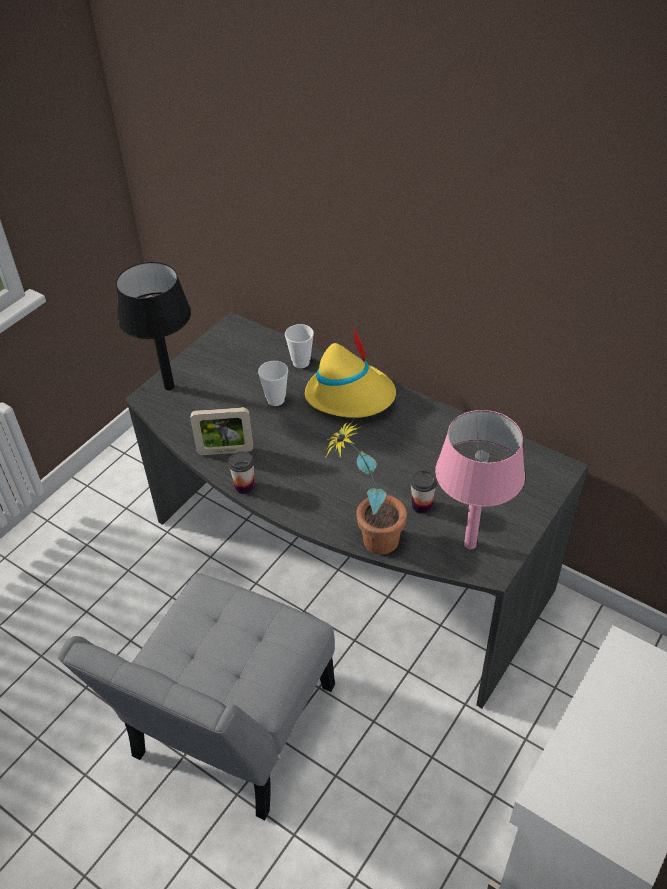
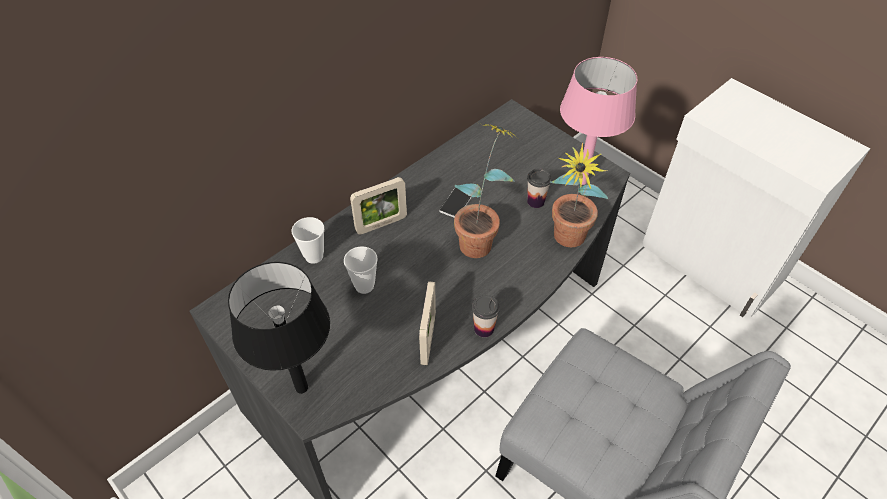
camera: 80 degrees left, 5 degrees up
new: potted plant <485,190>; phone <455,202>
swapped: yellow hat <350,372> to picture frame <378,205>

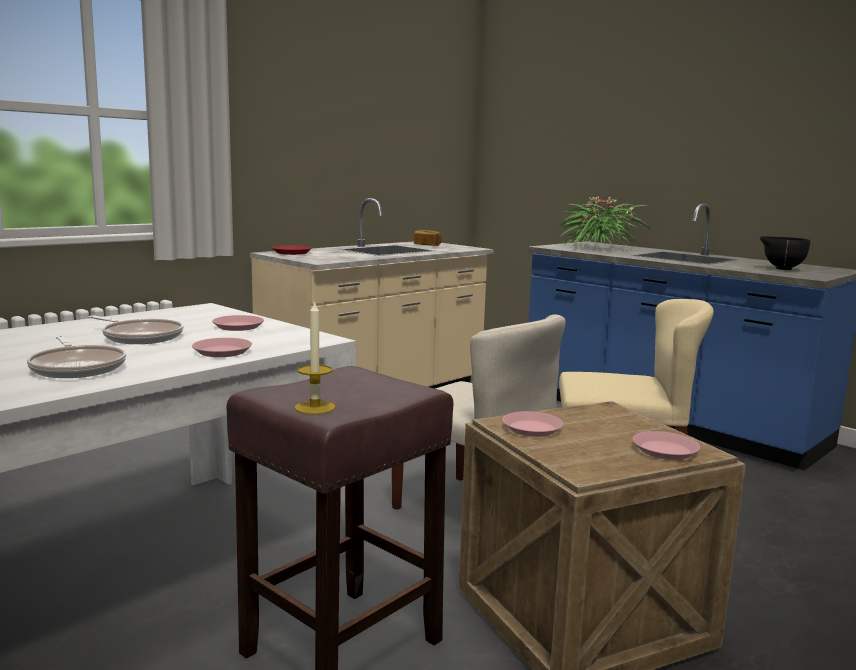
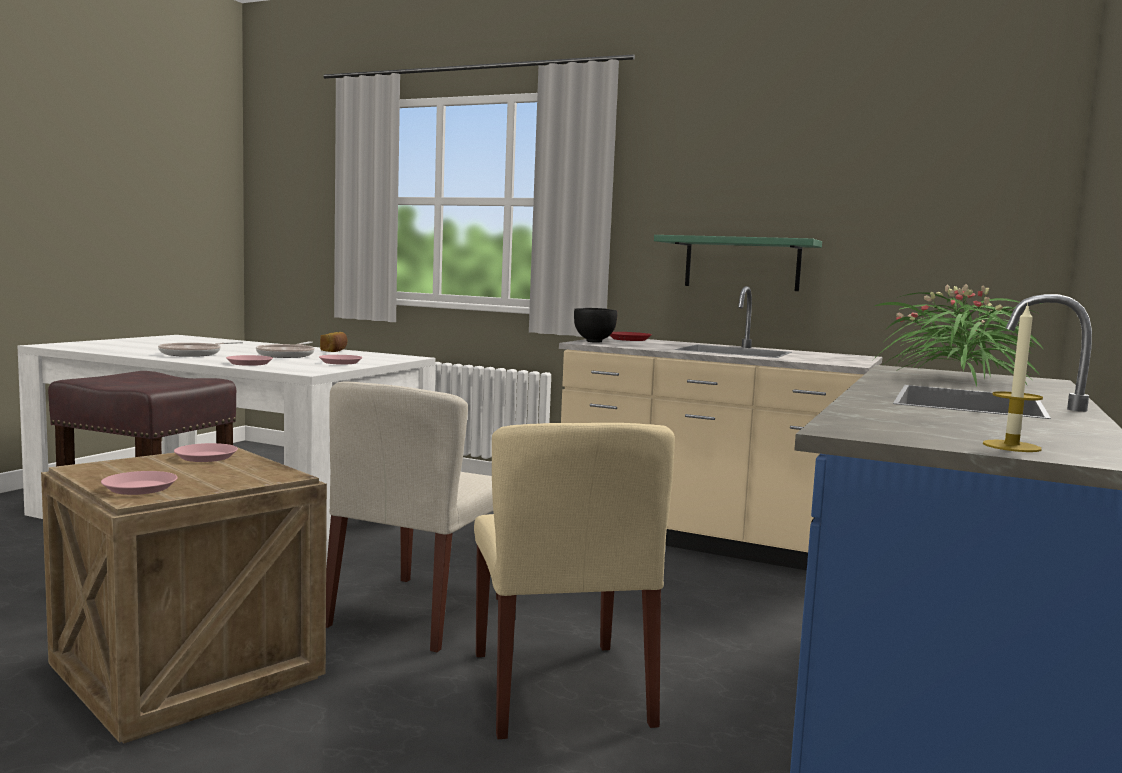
camera: 70 degrees right, 5 degrees down
new: green shelf <738,263>
shifted: bread <428,238> to <333,342>; black bowl <785,253> to <595,325>; candle <315,357> to <1013,377>

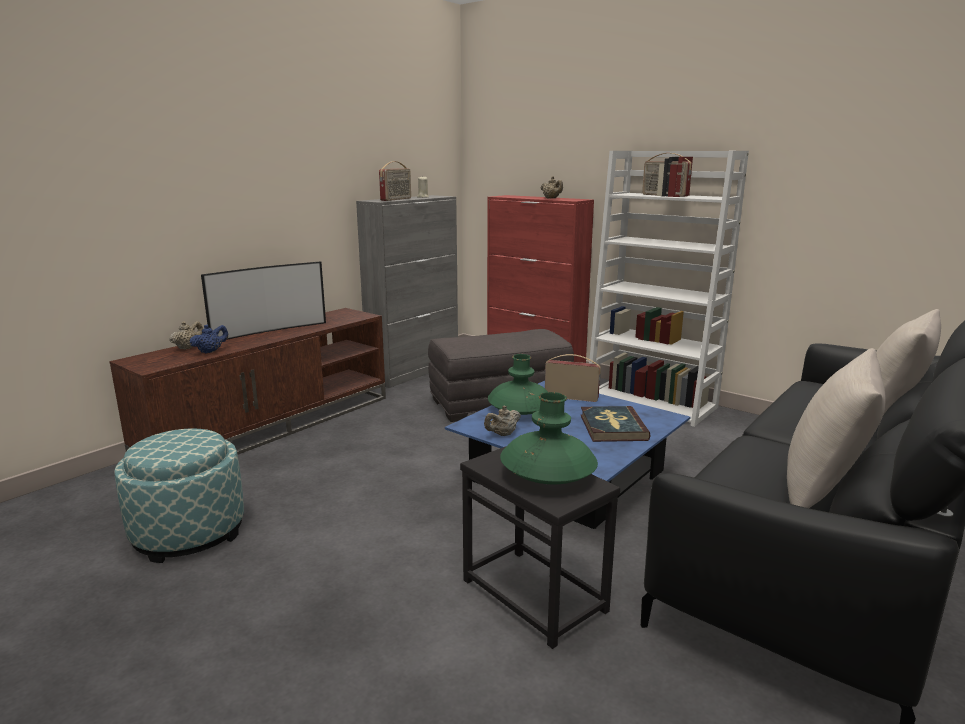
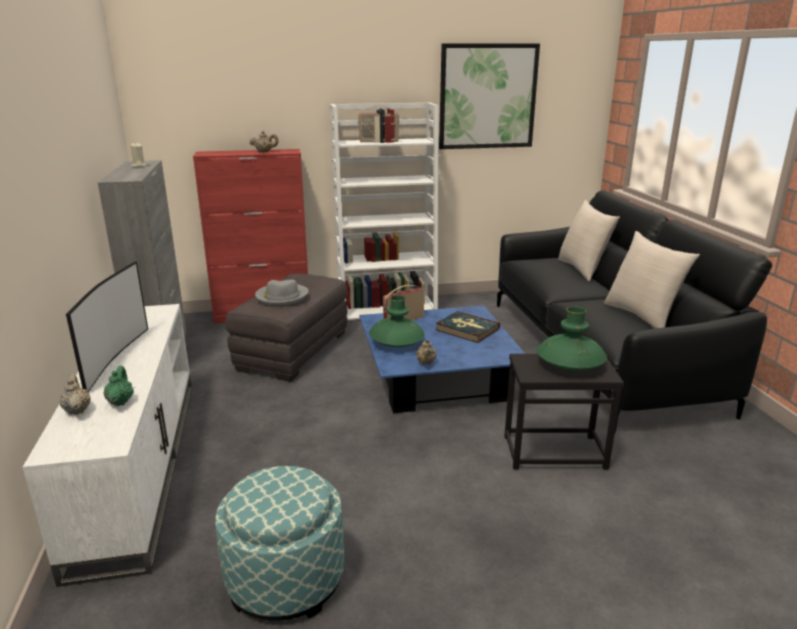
camera: 50 degrees left, 5 degrees up
gone: radio <395,181>
new: picture <489,96>; grey hat <282,293>
repainted: brown tv stand <247,381> to white tv stand <107,445>; blue teapot <209,339> to green teapot <118,386>

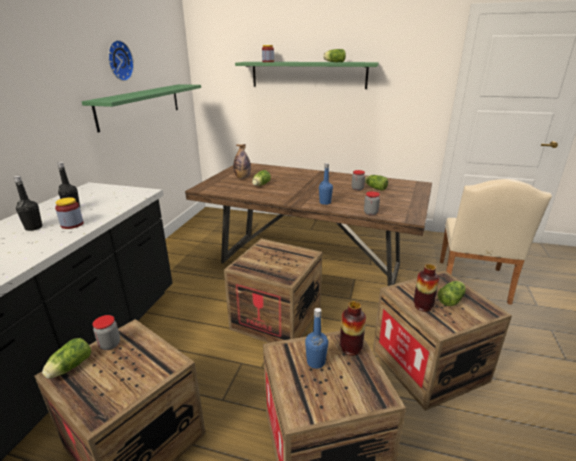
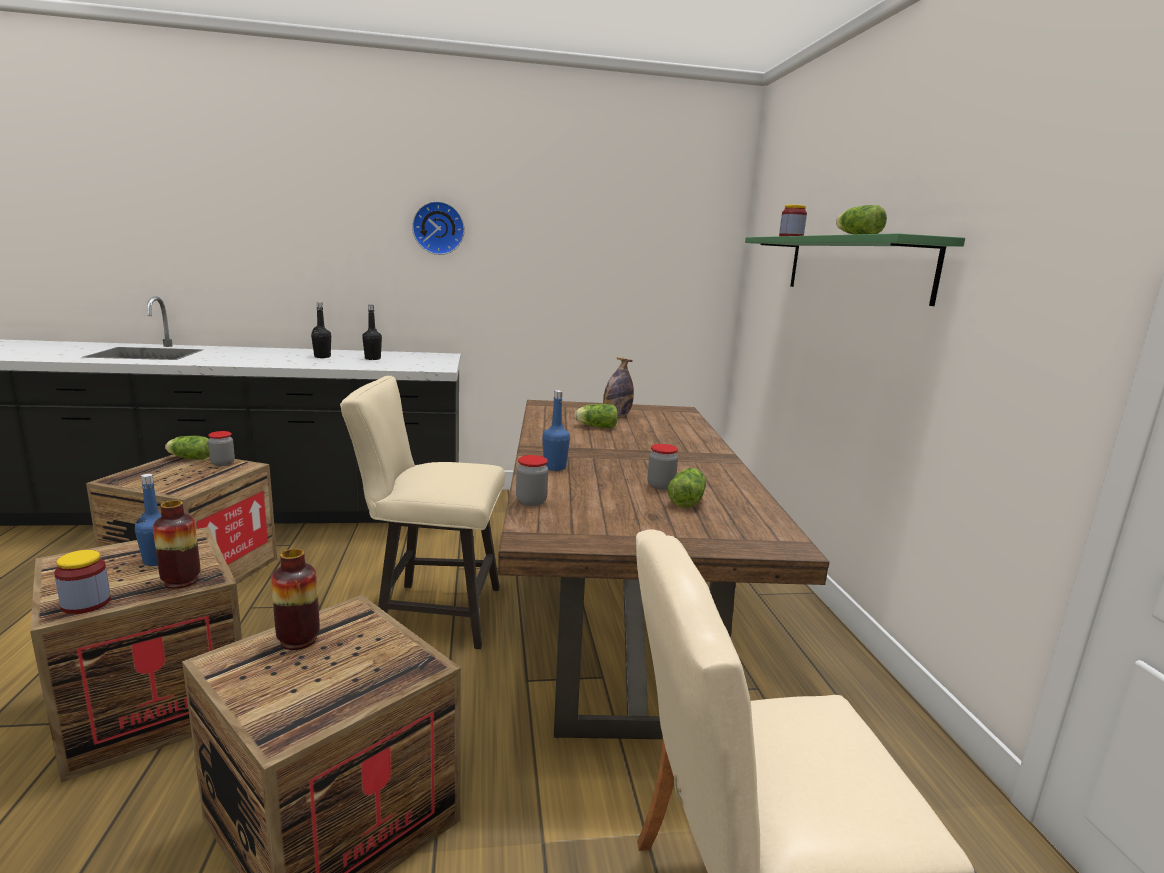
camera: 65 degrees right, 10 degrees down
gone: green shelf <141,108>; lettuce <452,293>
shifted: wall clock <121,60> to <438,228>; jar <69,213> to <82,582>
swapped: crate <273,290> to beige chair <422,512>

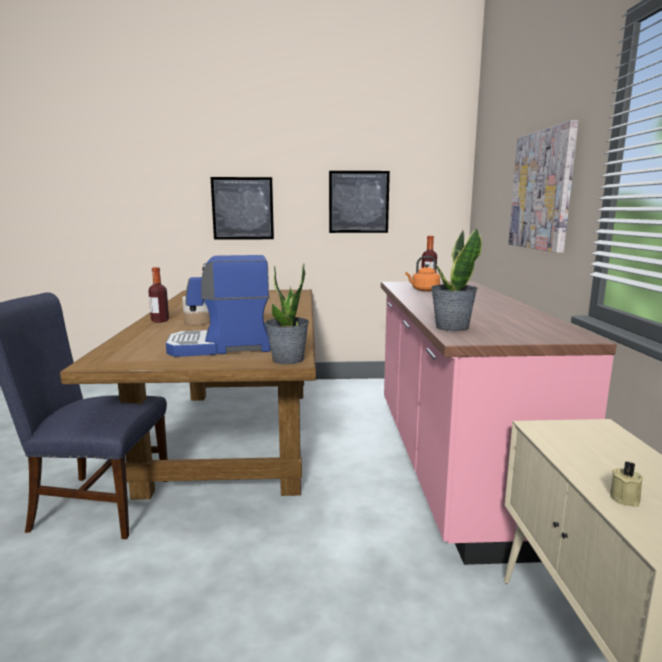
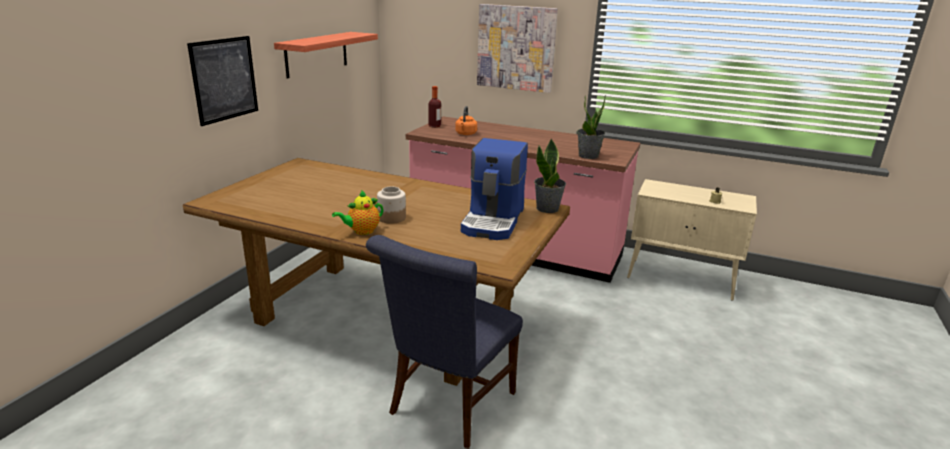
camera: 65 degrees left, 10 degrees up
swapped: picture <359,202> to shelf <326,55>; bottle <158,294> to teapot <357,212>

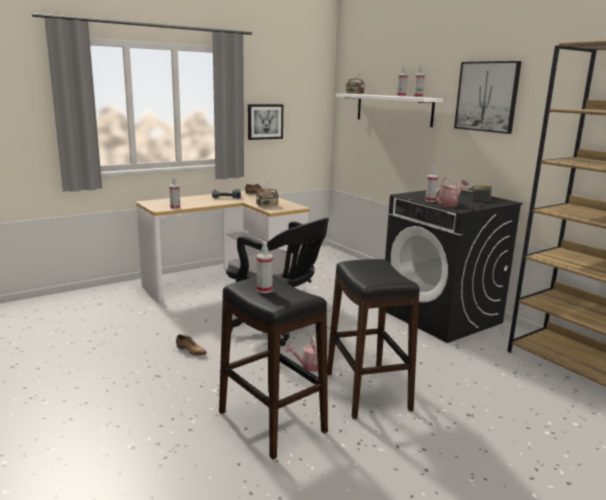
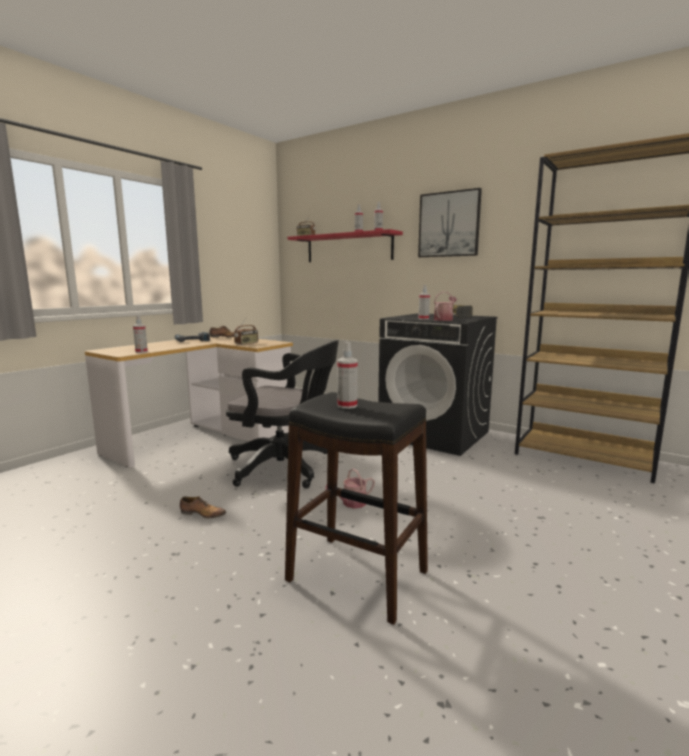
camera: 20 degrees left, 5 degrees down
gone: picture <265,122>; black stool <373,339>
repainted: white shelf <389,110> to red shelf <345,245>

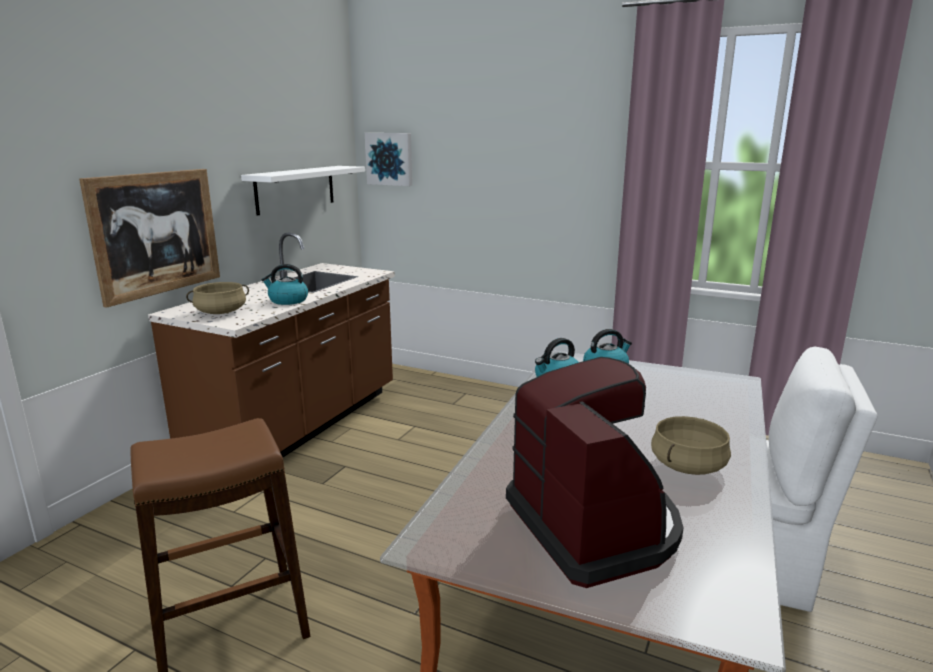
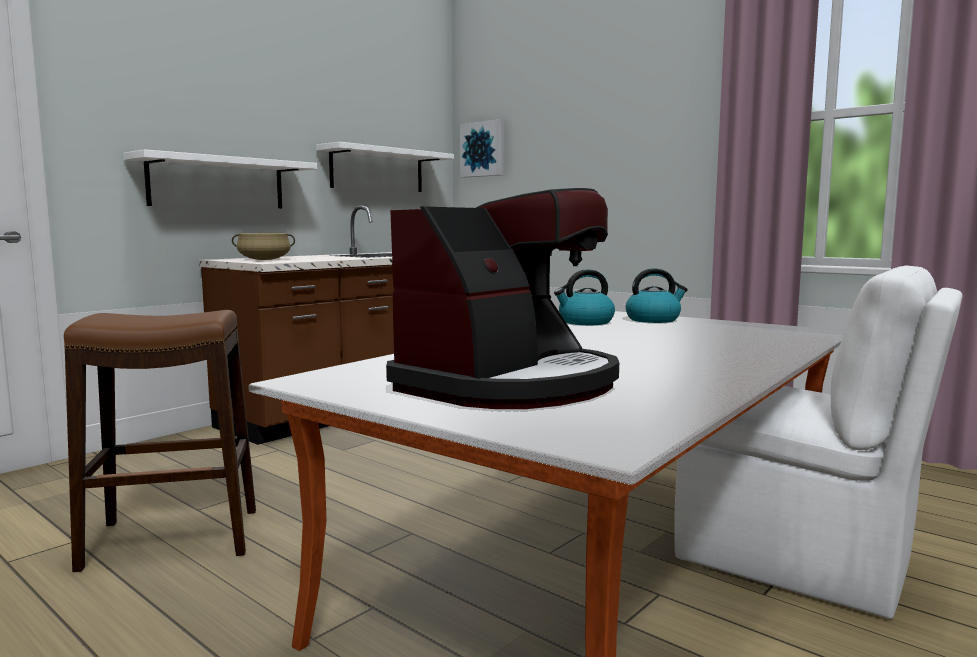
camera: 15 degrees right, 10 degrees down
gone: kettle <284,284>; beige cooking pot <691,445>
swapped: picture <149,238> to white shelf <220,178>
rotated: coffee machine <595,472> = <502,298> 45 degrees clockwise

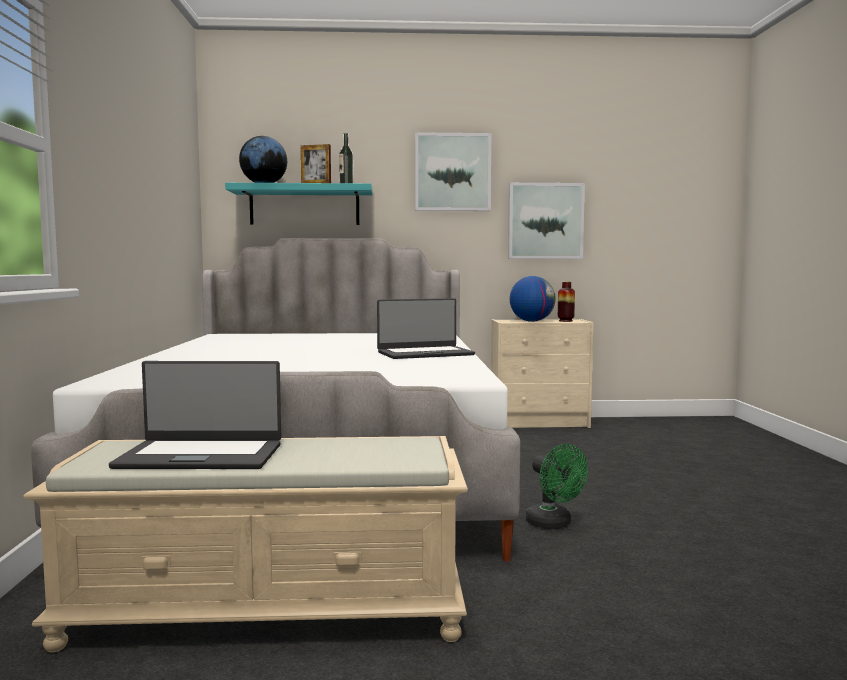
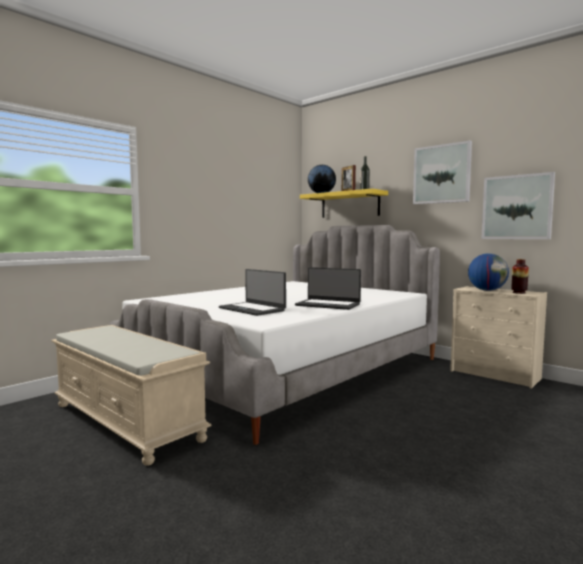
camera: 45 degrees right, 0 degrees up
gone: green fan <557,486>
shifted: laptop <195,415> to <252,292>
repainted: turquoise shelf <299,204> to yellow shelf <344,203>

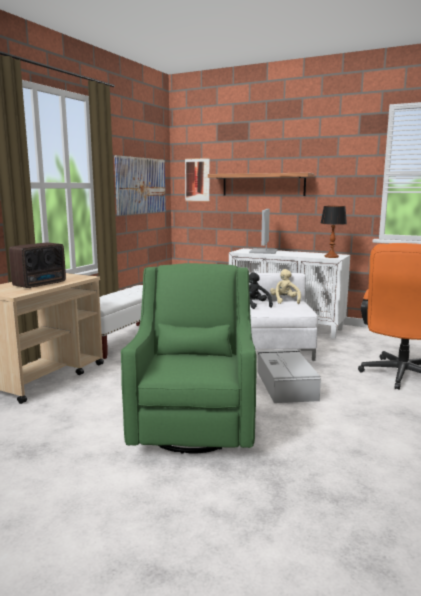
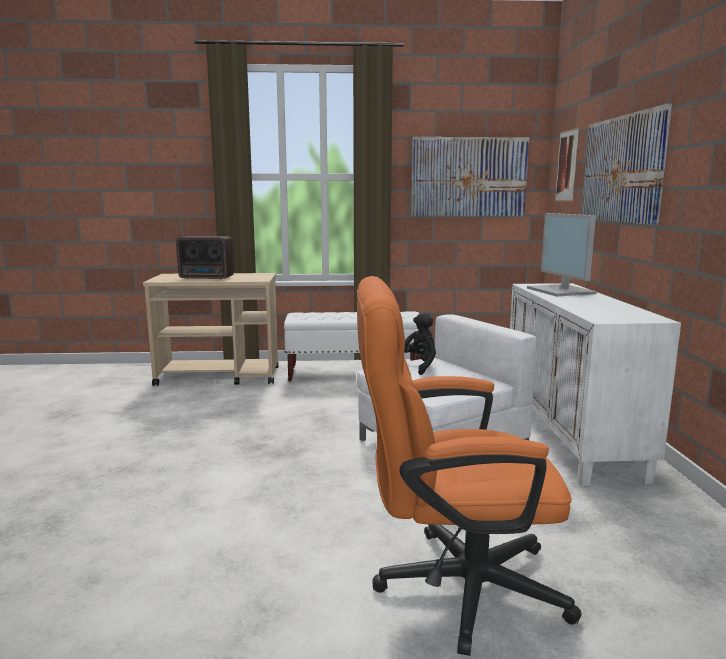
camera: 60 degrees right, 0 degrees up
gone: table lamp <333,232>; green armchair <189,358>; beige plush toy <285,286>; grey storage box <289,376>
swapped: shelf <261,184> to picture <626,164>
rotated: monitor <263,231> = <562,255> 90 degrees counterclockwise

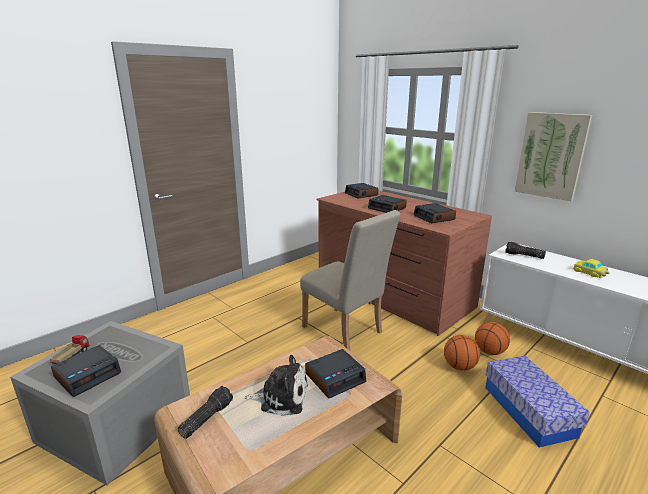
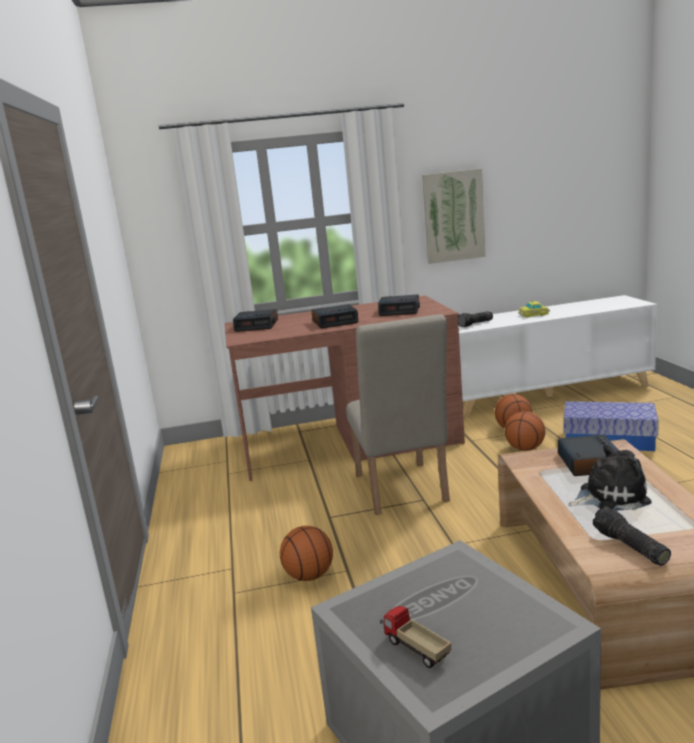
camera: 55 degrees left, 5 degrees down
gone: alarm clock <86,371>
new: basketball <306,553>
rotated: beige chair <350,280> = <398,414> 90 degrees clockwise; plush toy <276,385> = <610,477> 45 degrees clockwise

